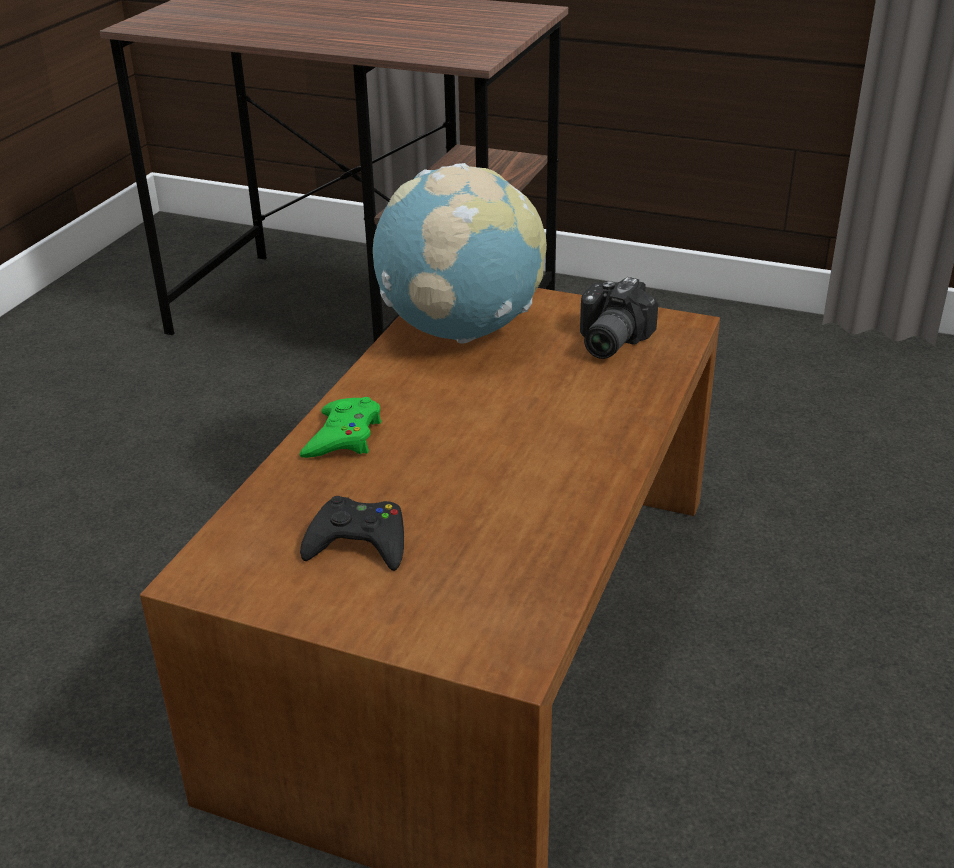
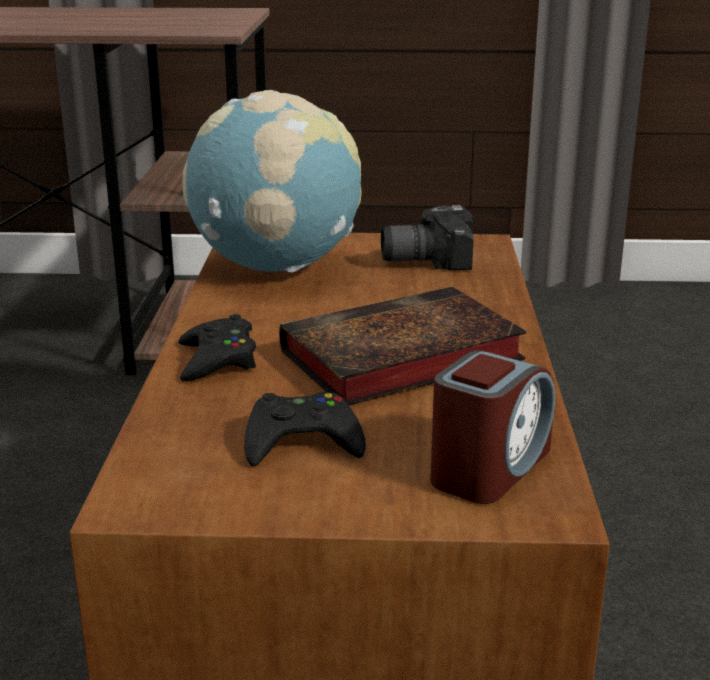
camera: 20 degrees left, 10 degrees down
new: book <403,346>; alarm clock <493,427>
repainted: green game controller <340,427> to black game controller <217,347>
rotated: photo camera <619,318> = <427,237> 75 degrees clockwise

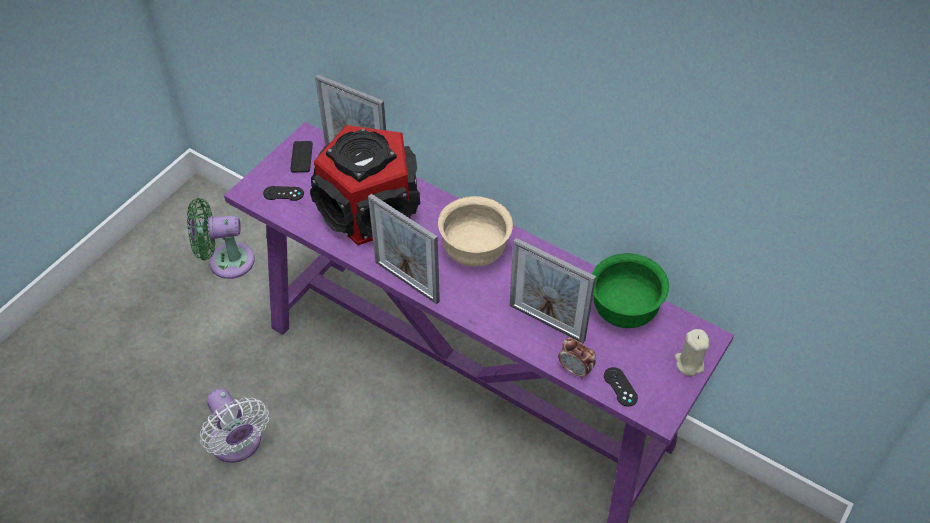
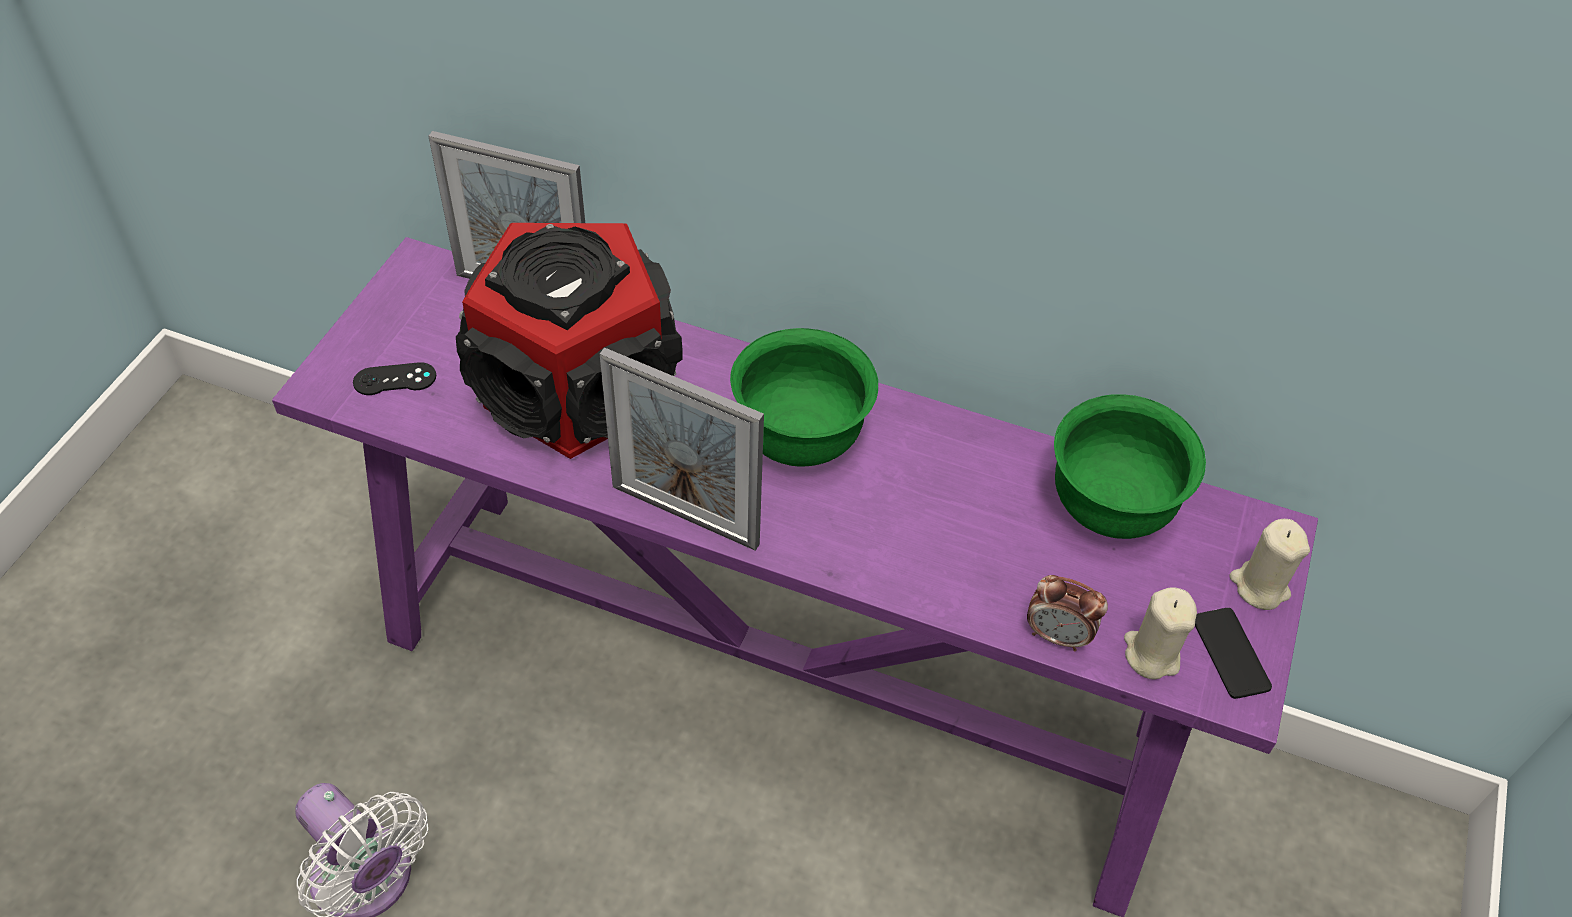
camera: 15 degrees left, 0 degrees up
gone: green fan <221,238>; picture frame <553,290>
shifted: phone <301,156> to <1233,653>
swapped: black game controller <621,387> to beige candle <1160,633>
repainted: beige bowl <475,231> to green bowl <804,397>

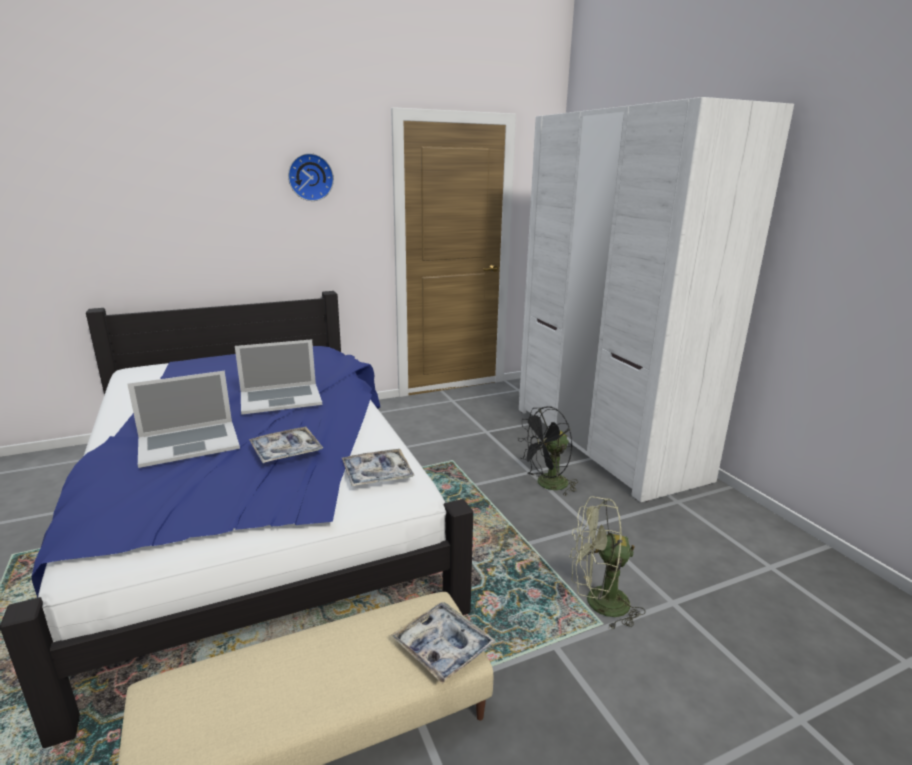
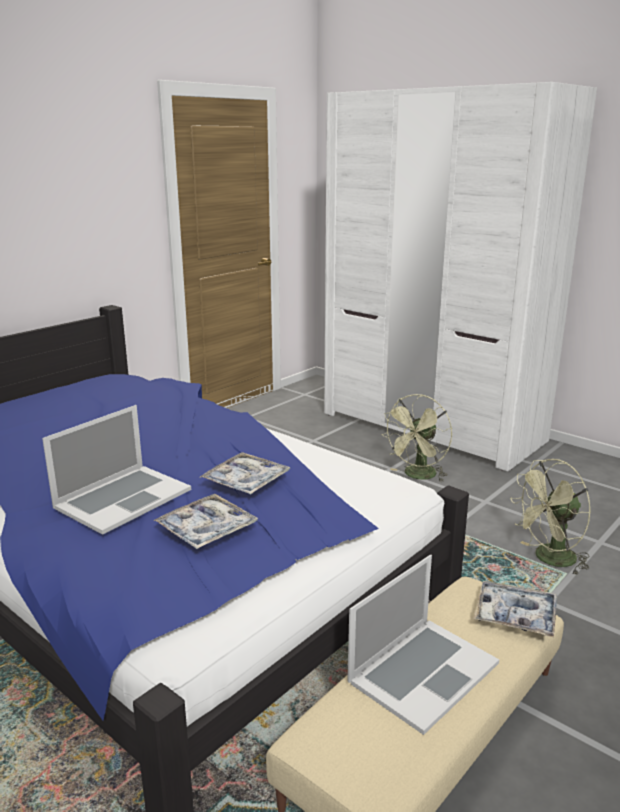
camera: 25 degrees left, 0 degrees up
gone: wall clock <311,177>
shifted: laptop <278,377> to <423,645>; tray <378,467> to <205,521>
repainted: black fan <548,451> to green fan <416,438>

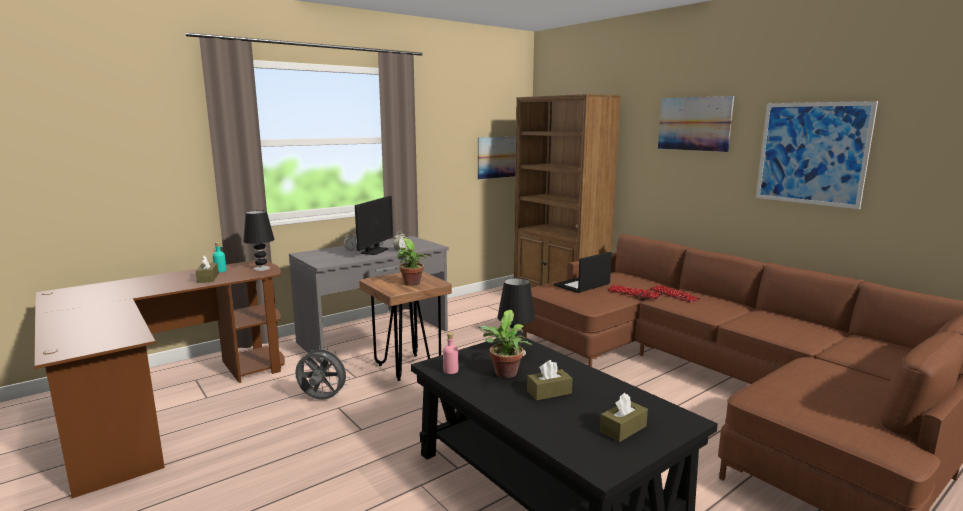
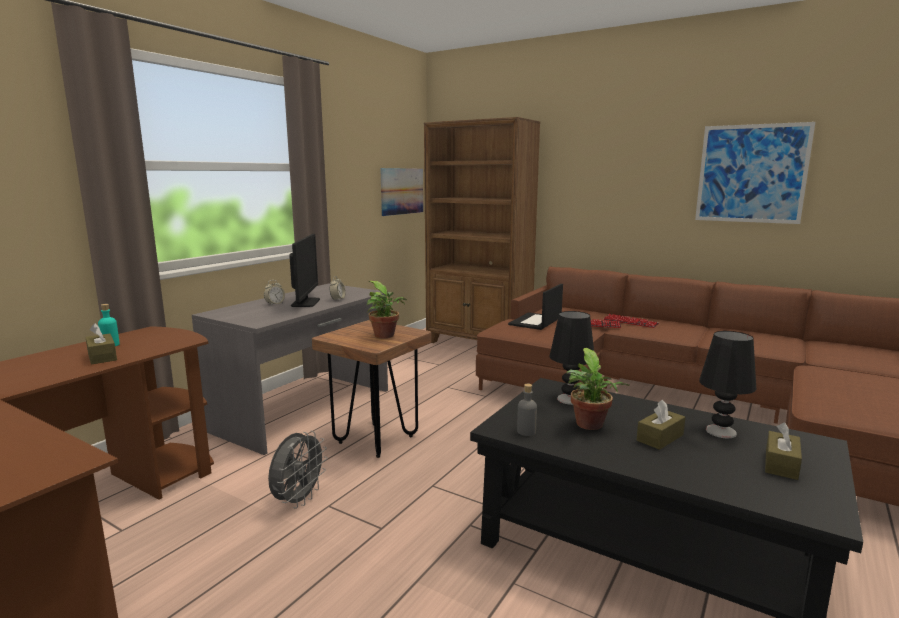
camera: 20 degrees left, 0 degrees up
gone: picture <696,124>
shifted: black table lamp <258,241> to <727,384>
repainted: pink bottle <450,353> to grey bottle <527,410>
rotated: grey fan <322,372> = <297,470> 120 degrees clockwise

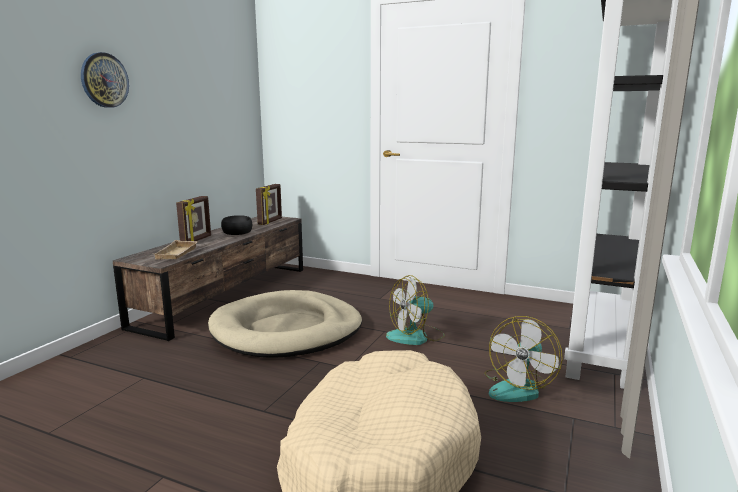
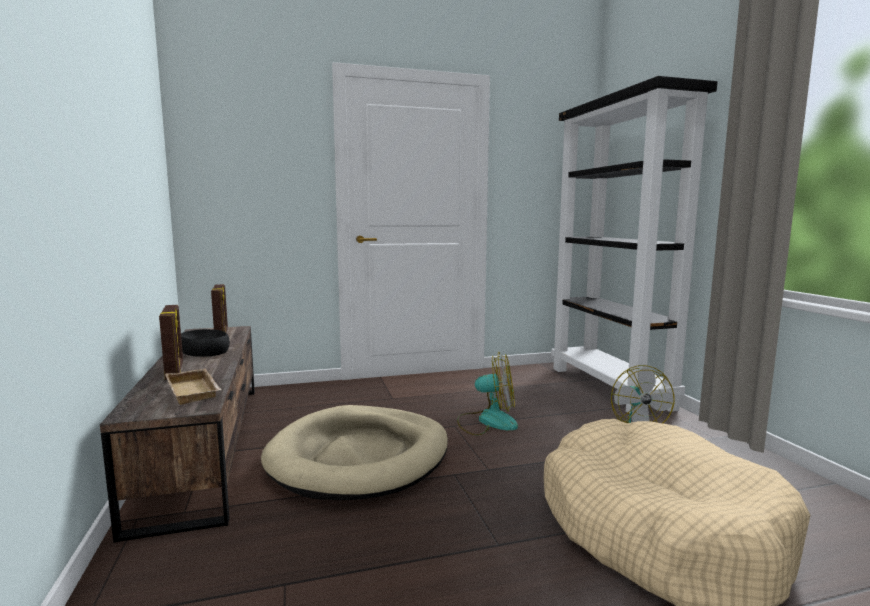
camera: 40 degrees left, 5 degrees down
gone: wall clock <105,80>
rotated: fan <415,310> = <487,393> 105 degrees counterclockwise

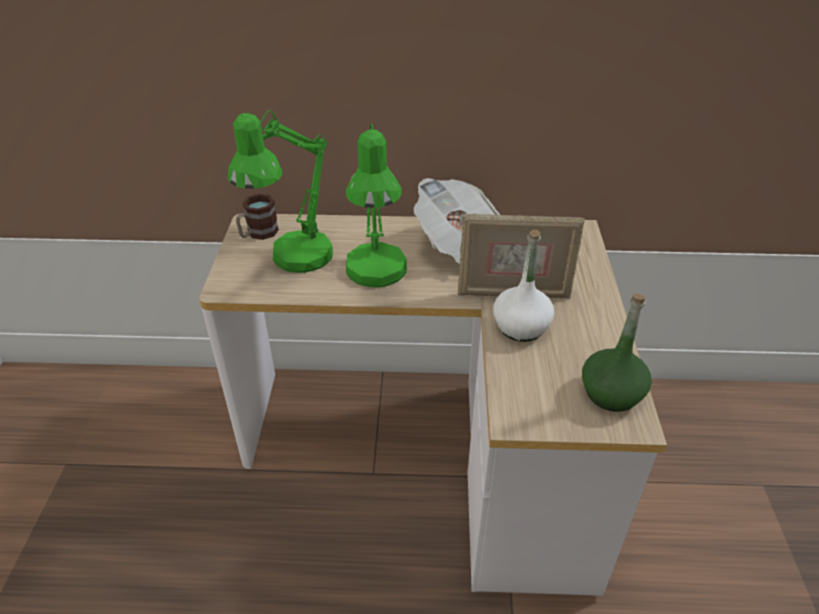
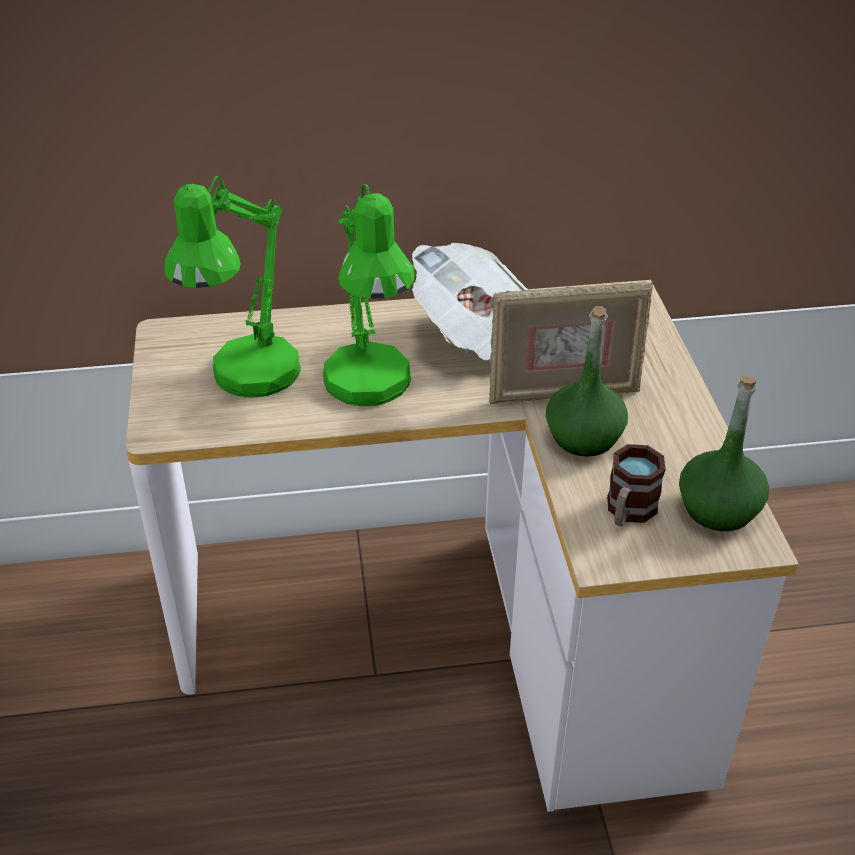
camera: 10 degrees left, 0 degrees up
shifted: mug <257,217> to <636,485>
repainted: white bottle <523,286> to green bottle <587,381>

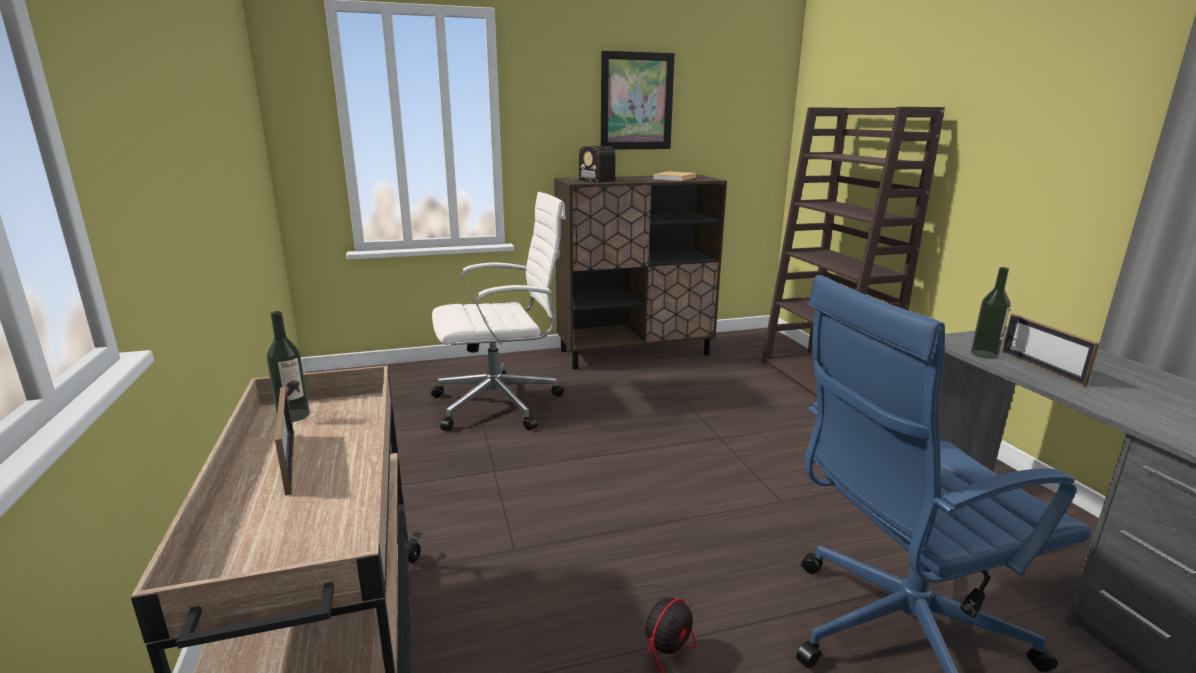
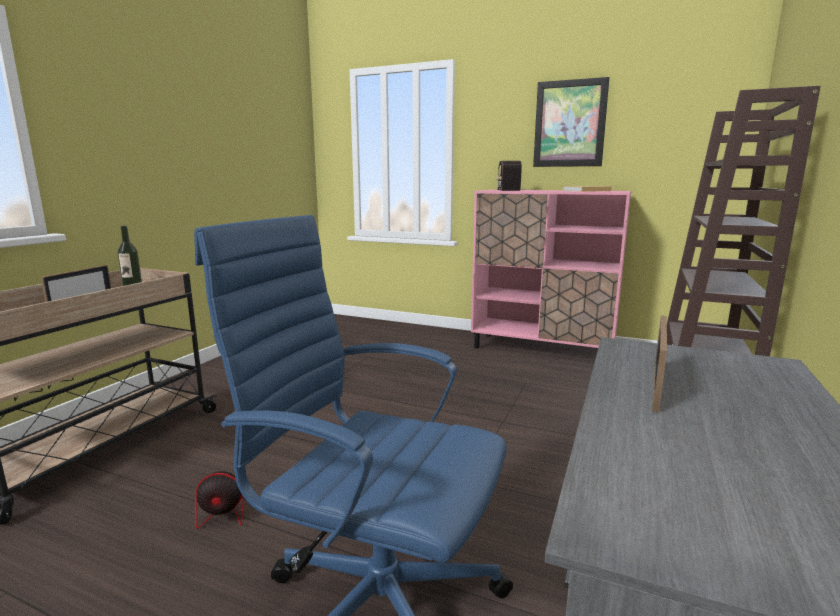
camera: 40 degrees right, 5 degrees down
gone: white office chair <498,311>; bottle <991,313>
repainted: brown cabinet <640,272> to pink cabinet <551,269>

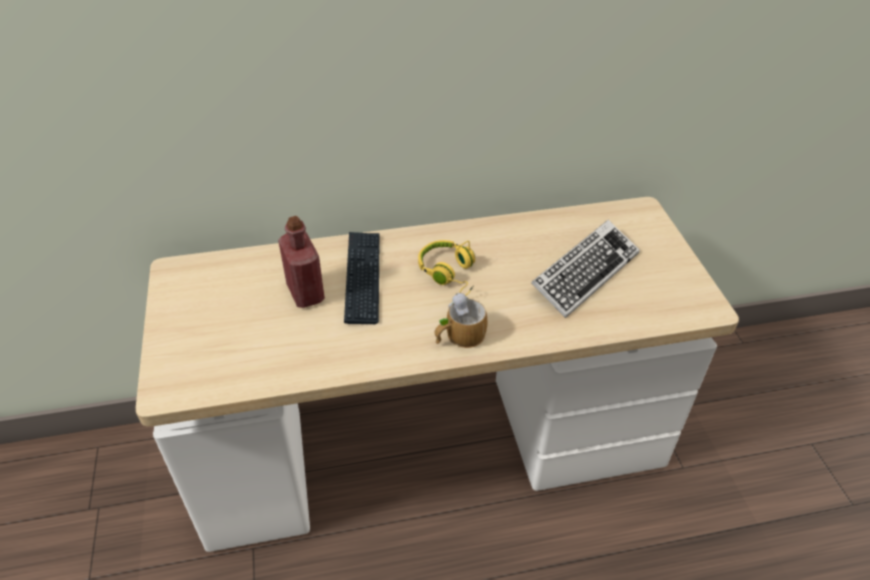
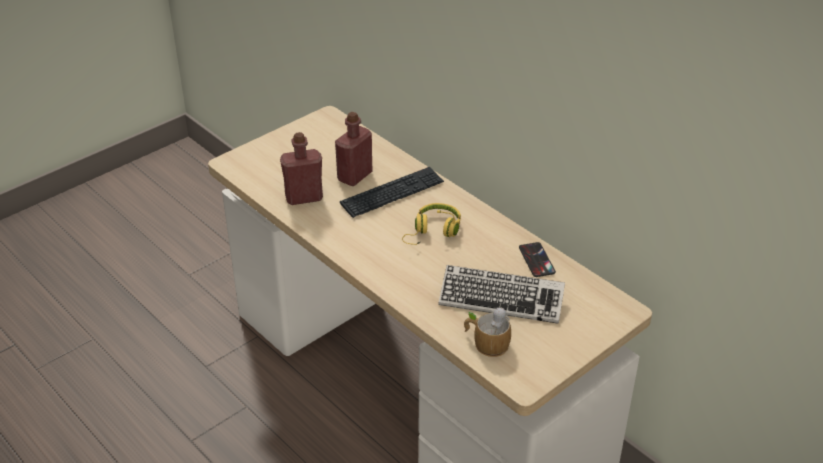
camera: 60 degrees right, 5 degrees down
new: red bottle <301,168>; phone <537,259>
shifted: mug <460,320> to <487,332>

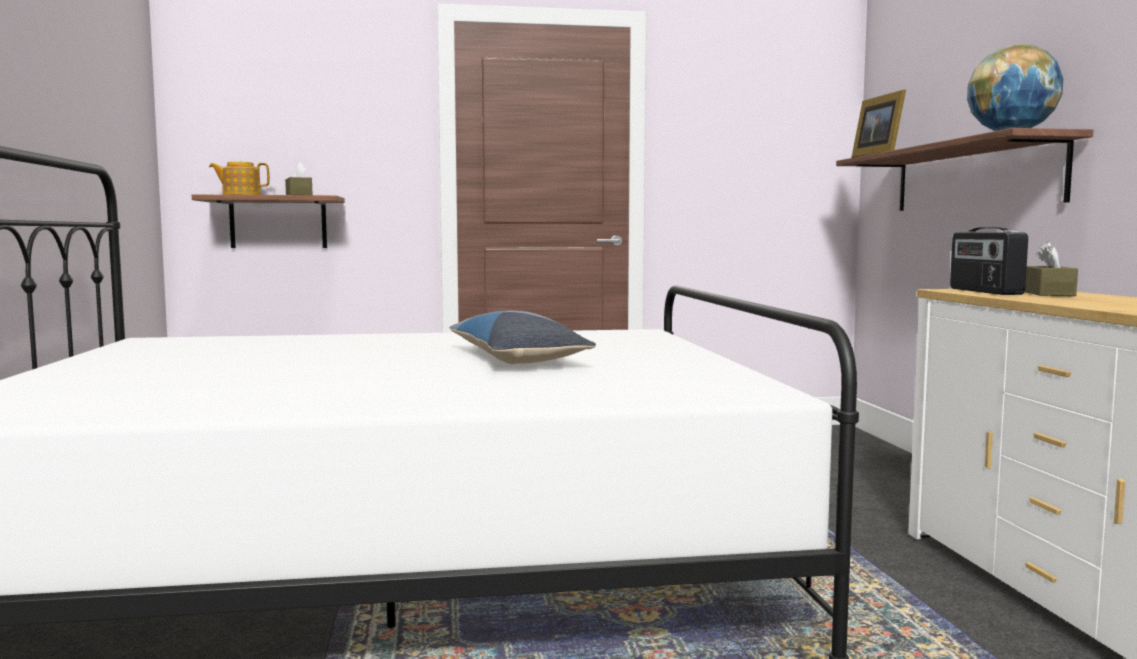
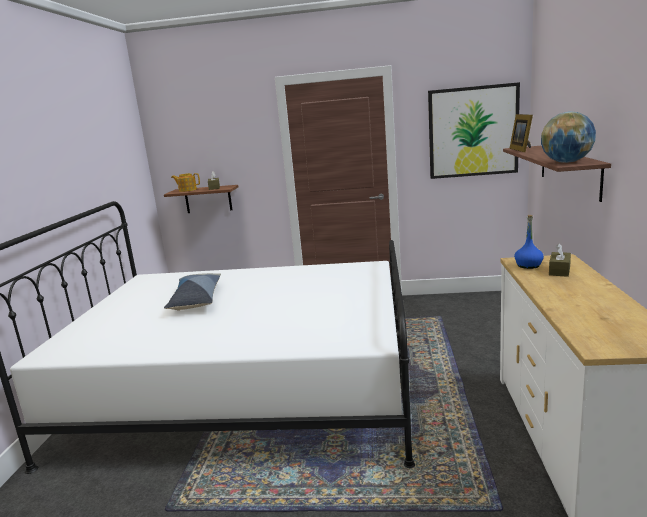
camera: 15 degrees right, 10 degrees up
new: picture <474,130>
shifted: pillow <522,337> to <192,292>
swapped: radio <989,261> to blue bottle <529,242>

